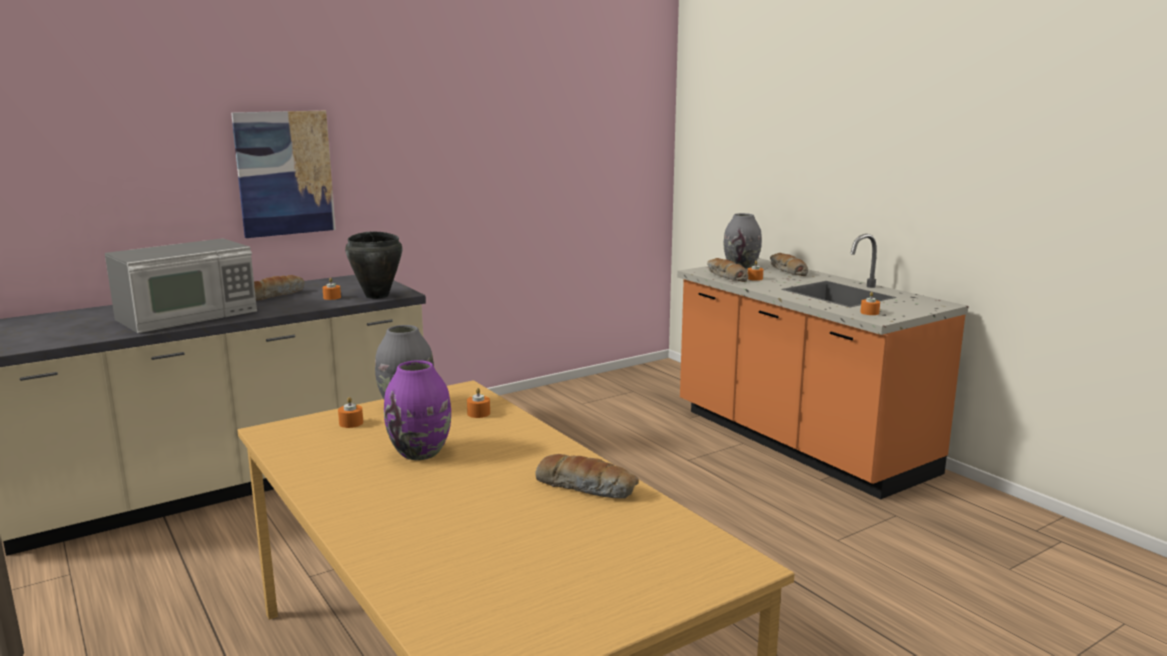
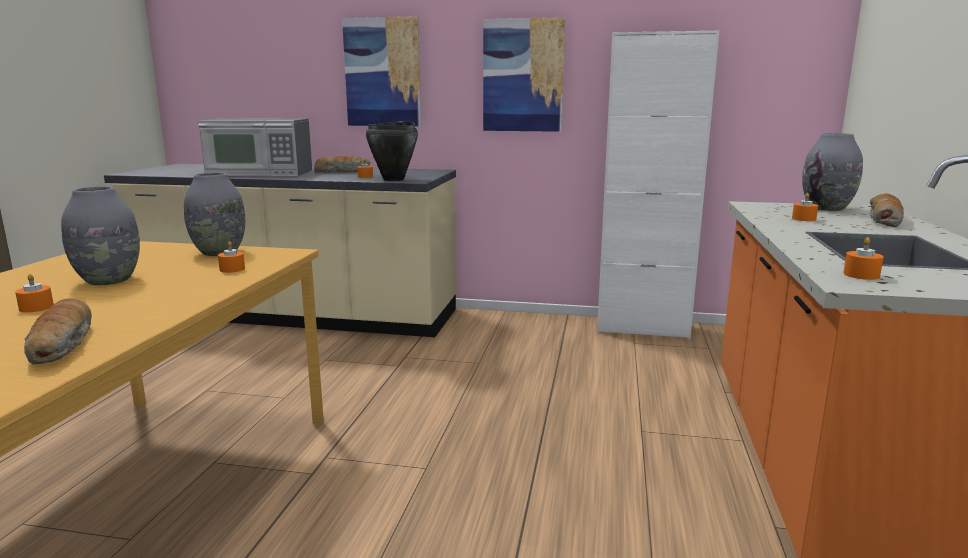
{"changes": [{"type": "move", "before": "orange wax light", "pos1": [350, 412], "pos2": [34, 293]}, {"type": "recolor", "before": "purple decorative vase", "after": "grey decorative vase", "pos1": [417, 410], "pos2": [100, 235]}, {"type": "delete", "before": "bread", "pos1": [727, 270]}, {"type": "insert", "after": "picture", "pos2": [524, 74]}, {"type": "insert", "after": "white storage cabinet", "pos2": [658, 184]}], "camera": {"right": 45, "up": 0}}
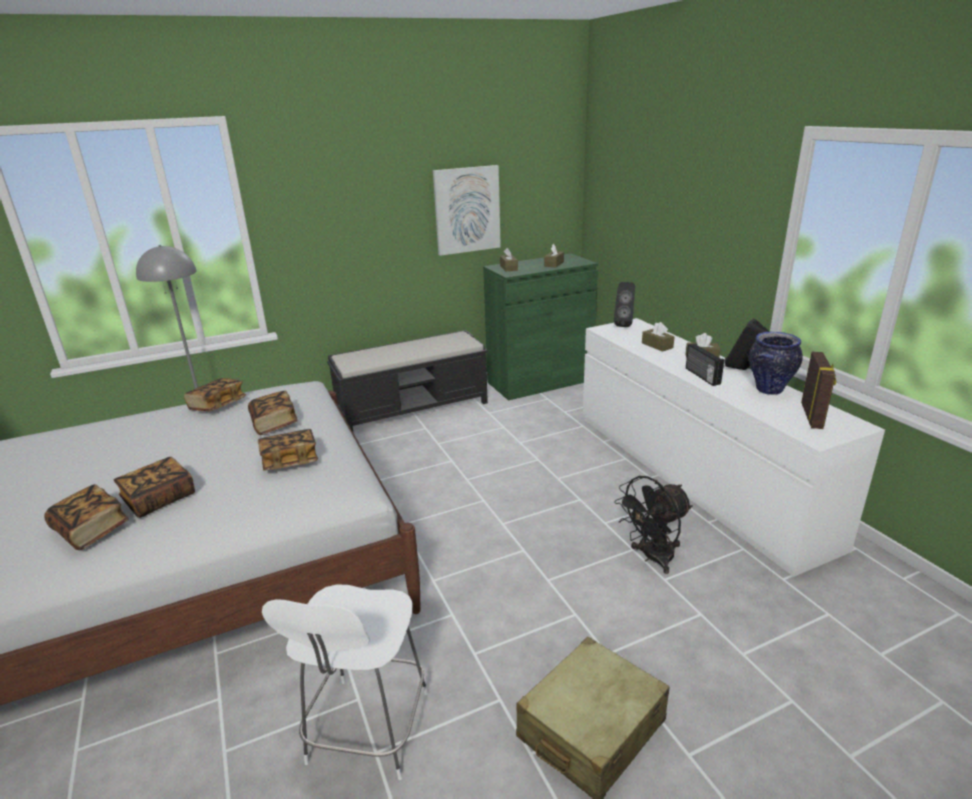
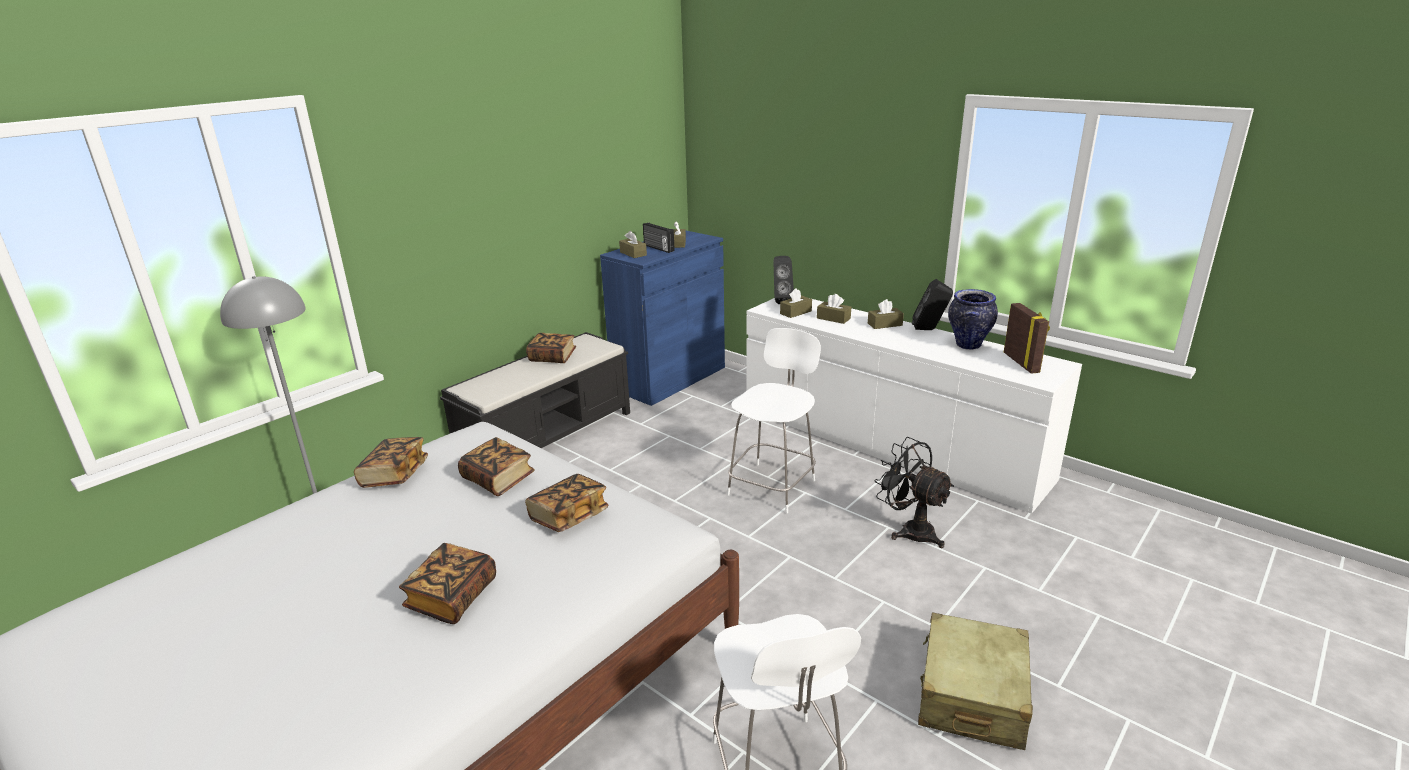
{"changes": [{"type": "move", "before": "bound book", "pos1": [86, 517], "pos2": [551, 348]}, {"type": "delete", "before": "picture", "pos1": [467, 210]}, {"type": "recolor", "before": "green storage cabinet", "after": "blue storage cabinet", "pos1": [540, 327], "pos2": [662, 318]}, {"type": "rotate", "before": "black fan", "pos1": [653, 525], "pos2": [914, 492], "turn": 105}, {"type": "move", "before": "radio receiver", "pos1": [705, 364], "pos2": [659, 237]}, {"type": "insert", "after": "white upright chair", "pos2": [774, 420]}, {"type": "insert", "after": "brown-coloured tissue box", "pos2": [796, 303]}], "camera": {"right": -25, "up": 0}}
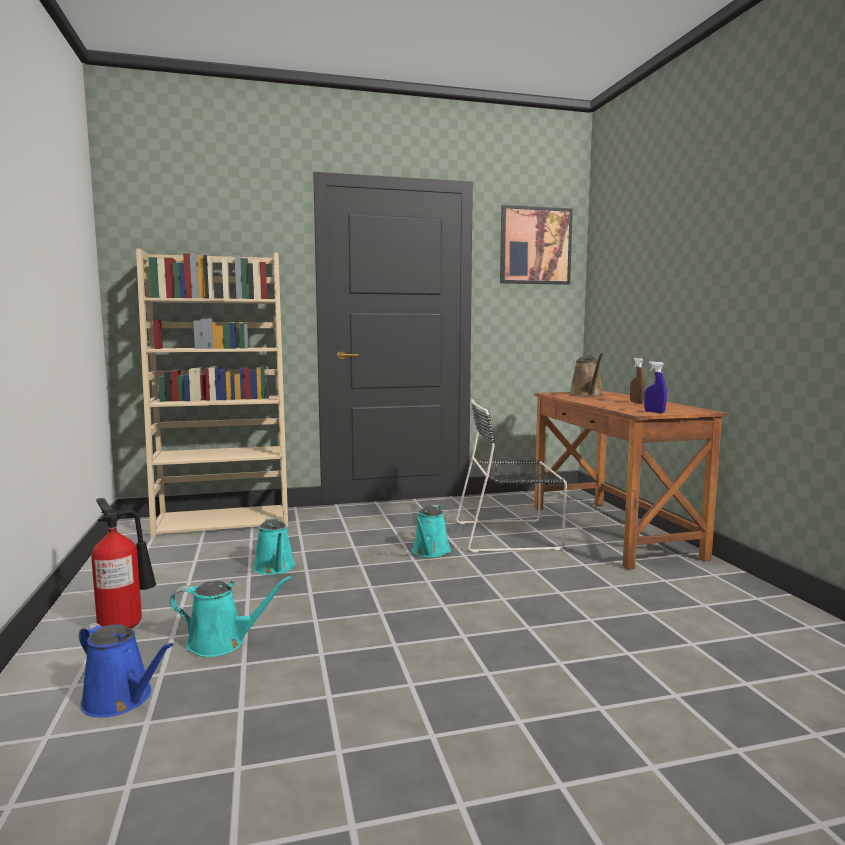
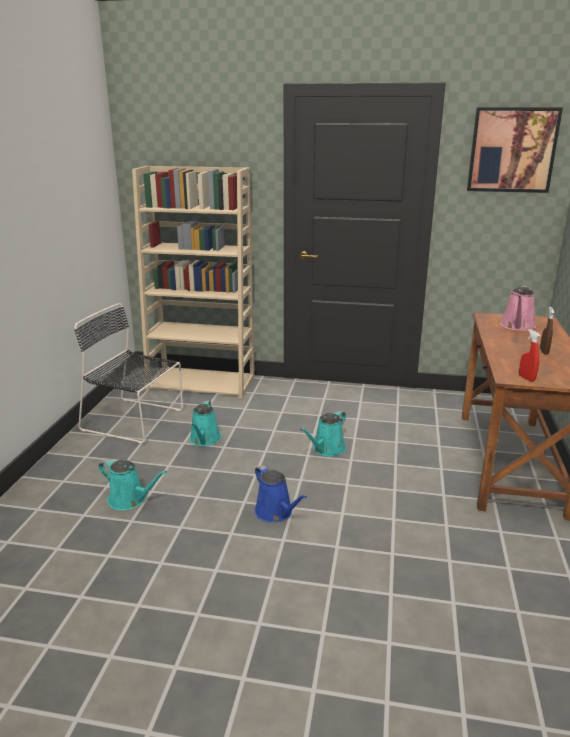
{"changes": [{"type": "move", "before": "blue watering pot", "pos1": [126, 670], "pos2": [281, 494]}, {"type": "delete", "before": "extinguisher", "pos1": [123, 563]}, {"type": "move", "before": "black upright chair", "pos1": [511, 475], "pos2": [128, 373]}, {"type": "recolor", "before": "brown-coloured watering pot", "after": "pinkish watering pot", "pos1": [586, 375], "pos2": [518, 308]}, {"type": "recolor", "before": "blue spray bottle", "after": "red spray bottle", "pos1": [655, 387], "pos2": [529, 355]}], "camera": {"right": 25, "up": 15}}
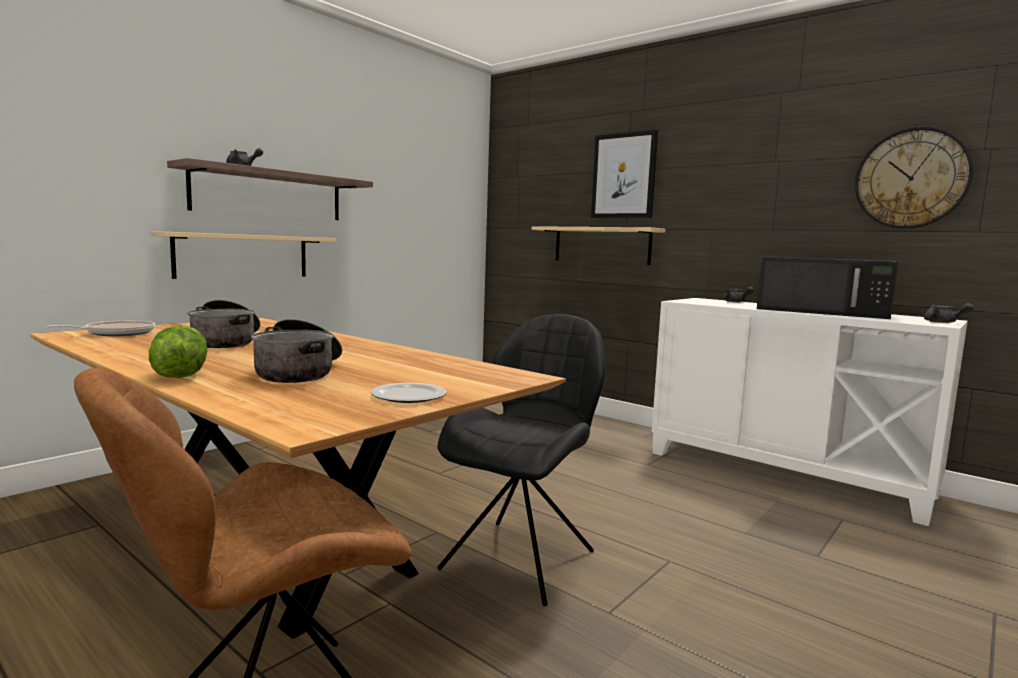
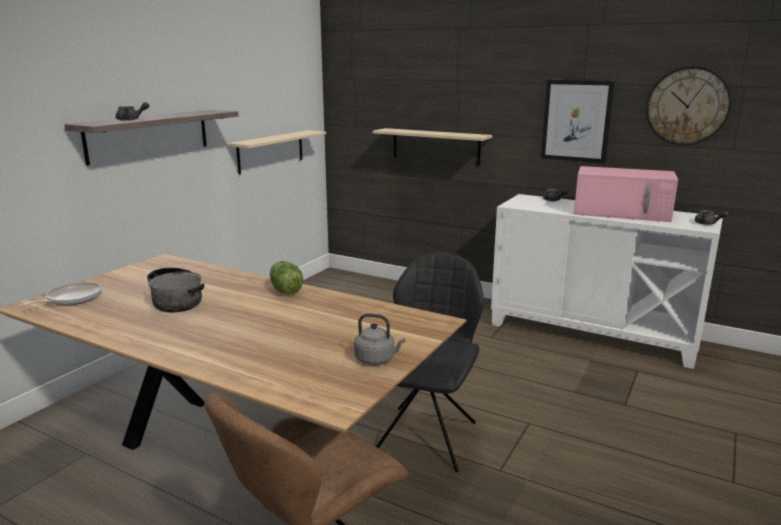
{"changes": [{"type": "move", "before": "lettuce", "pos1": [178, 352], "pos2": [286, 277]}, {"type": "move", "before": "beige-coloured shelf", "pos1": [243, 255], "pos2": [276, 152]}, {"type": "delete", "before": "cooking pot", "pos1": [296, 351]}, {"type": "replace", "before": "flat dish", "after": "grey tea kettle", "pos1": [408, 393], "pos2": [379, 339]}, {"type": "move", "before": "picture", "pos1": [624, 174], "pos2": [578, 122]}, {"type": "recolor", "before": "black kitchen microwave", "after": "pinkish kitchen microwave", "pos1": [827, 287], "pos2": [626, 194]}], "camera": {"right": -10, "up": 10}}
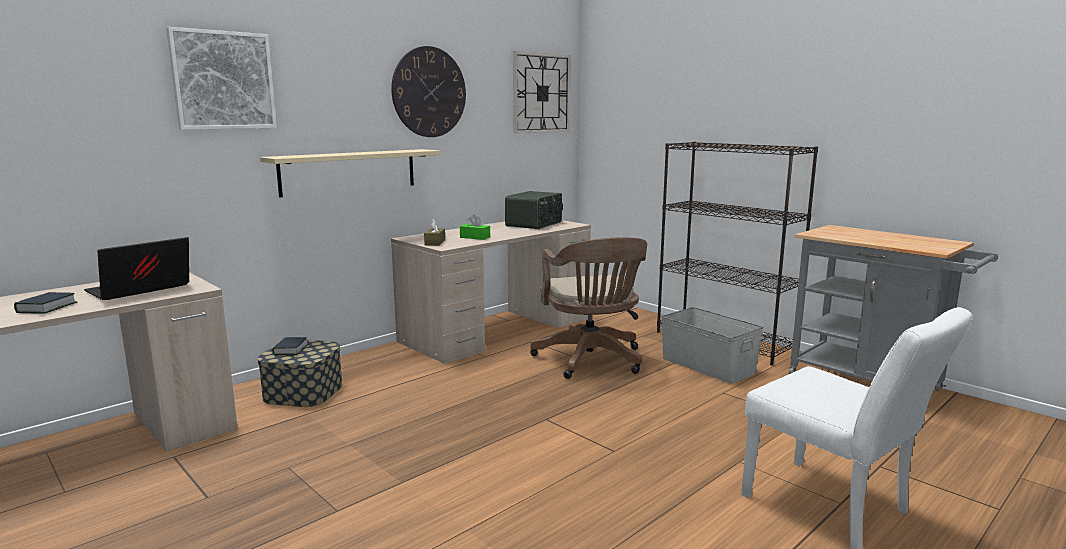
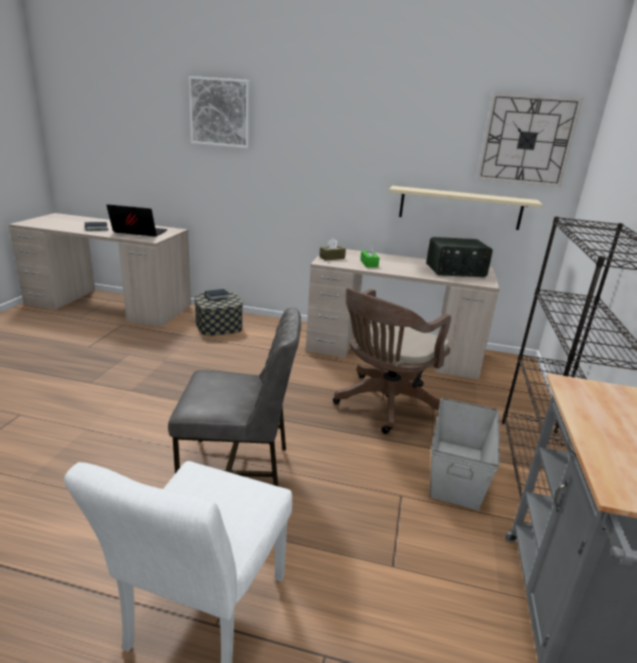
{"changes": [{"type": "move", "before": "beige-coloured shelf", "pos1": [350, 173], "pos2": [466, 208]}, {"type": "delete", "before": "hanging clock", "pos1": [428, 91]}, {"type": "insert", "after": "grey upright chair", "pos2": [234, 396]}], "camera": {"right": 55, "up": 10}}
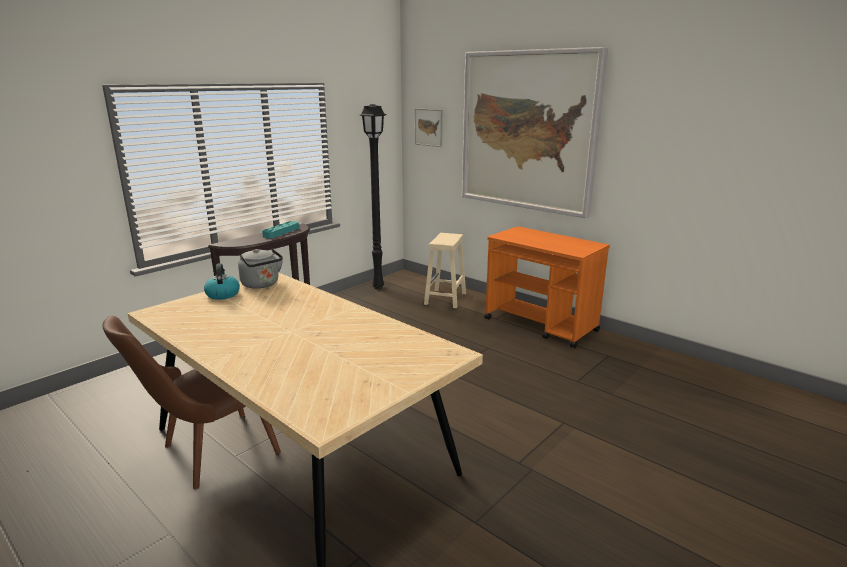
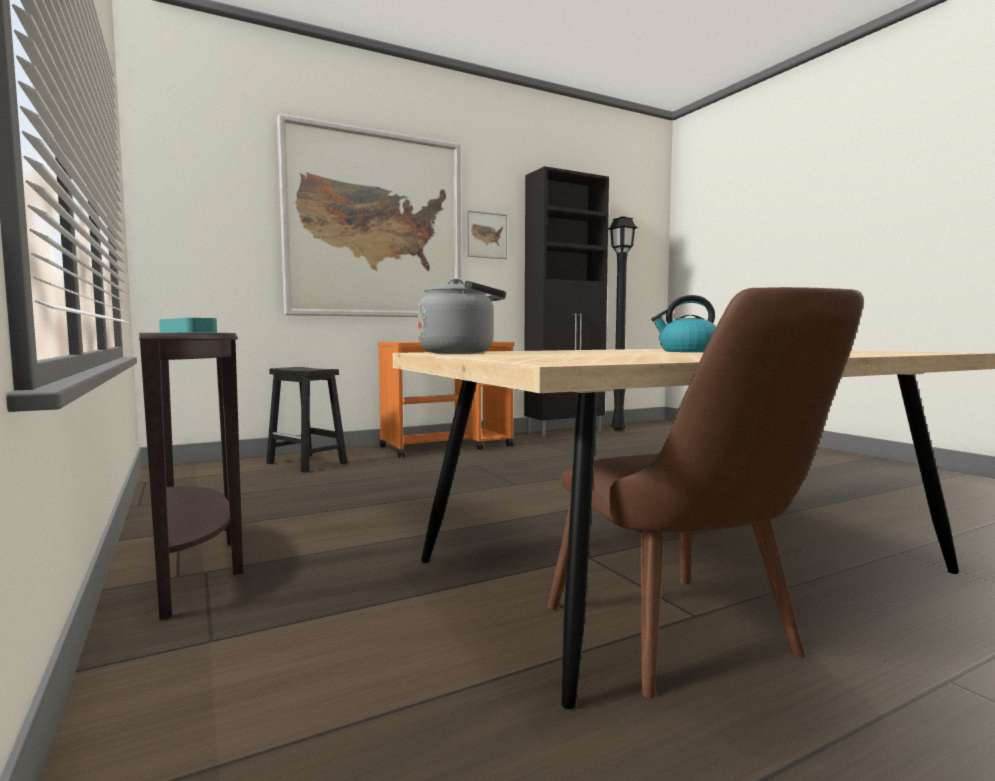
{"changes": [{"type": "move", "before": "tea kettle", "pos1": [222, 281], "pos2": [683, 323]}, {"type": "move", "before": "black standing lamp", "pos1": [373, 196], "pos2": [623, 323]}, {"type": "move", "before": "picture", "pos1": [429, 127], "pos2": [487, 234]}, {"type": "recolor", "before": "beige-coloured sitting stool", "after": "black sitting stool", "pos1": [445, 270], "pos2": [306, 420]}, {"type": "insert", "after": "black storage cabinet", "pos2": [566, 302]}], "camera": {"right": -70, "up": -15}}
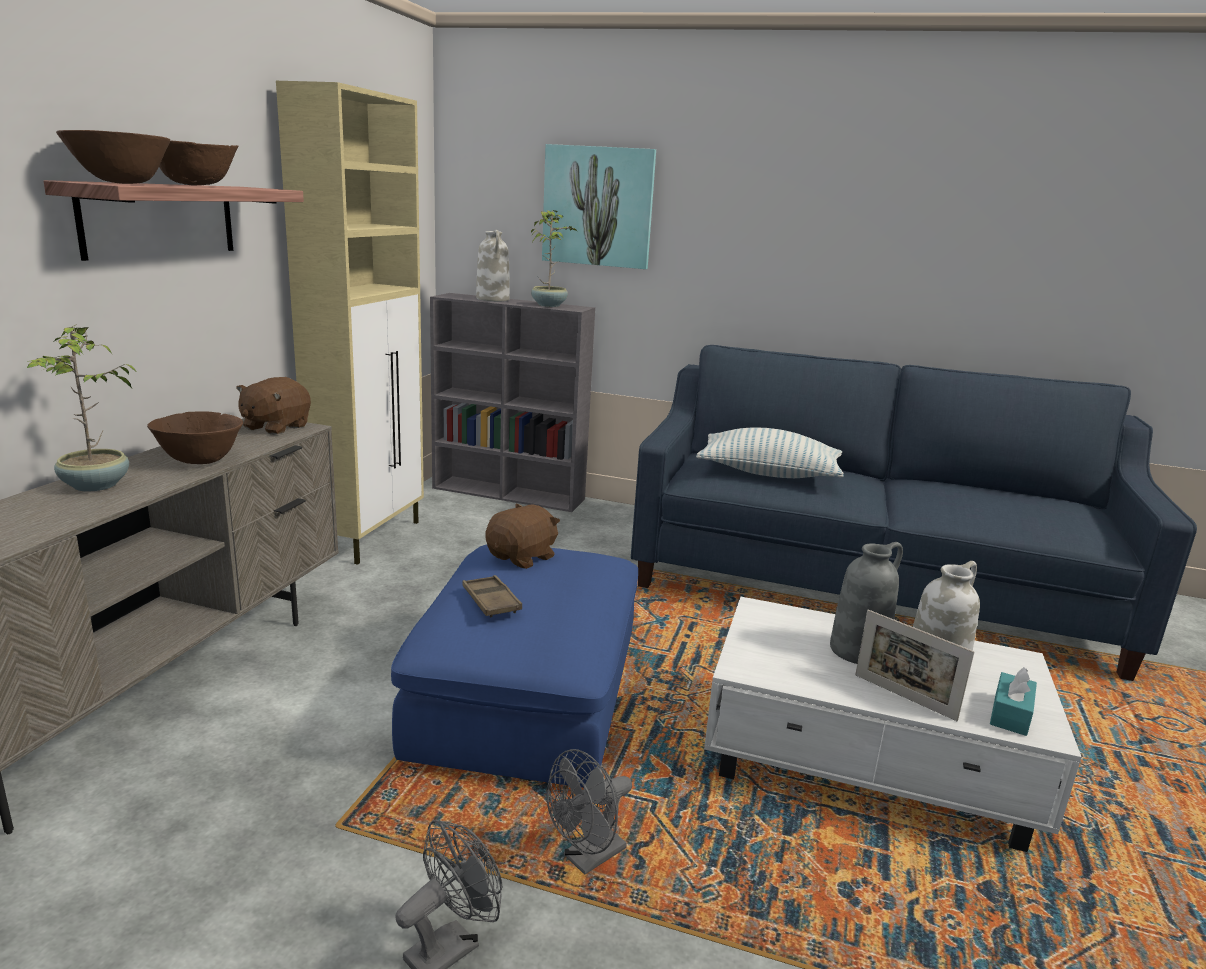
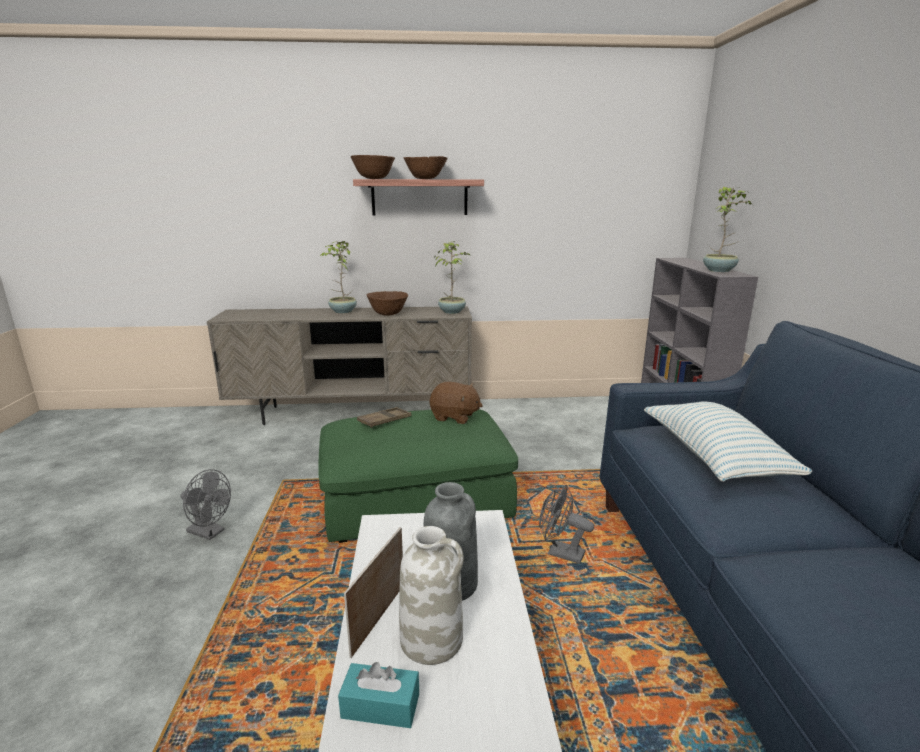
{"changes": [{"type": "replace", "before": "brown-coloured soft toy", "after": "plant in a pot", "pos1": [273, 406], "pos2": [452, 277]}, {"type": "delete", "before": "beige-coloured storage cabinet", "pos1": [350, 323]}, {"type": "recolor", "before": "blue pouffe", "after": "green pouffe", "pos1": [514, 666], "pos2": [418, 476]}, {"type": "delete", "before": "white decorative vase", "pos1": [493, 266]}, {"type": "delete", "before": "picture", "pos1": [599, 206]}, {"type": "move", "before": "grey fan", "pos1": [589, 812], "pos2": [566, 524]}], "camera": {"right": 70, "up": 0}}
